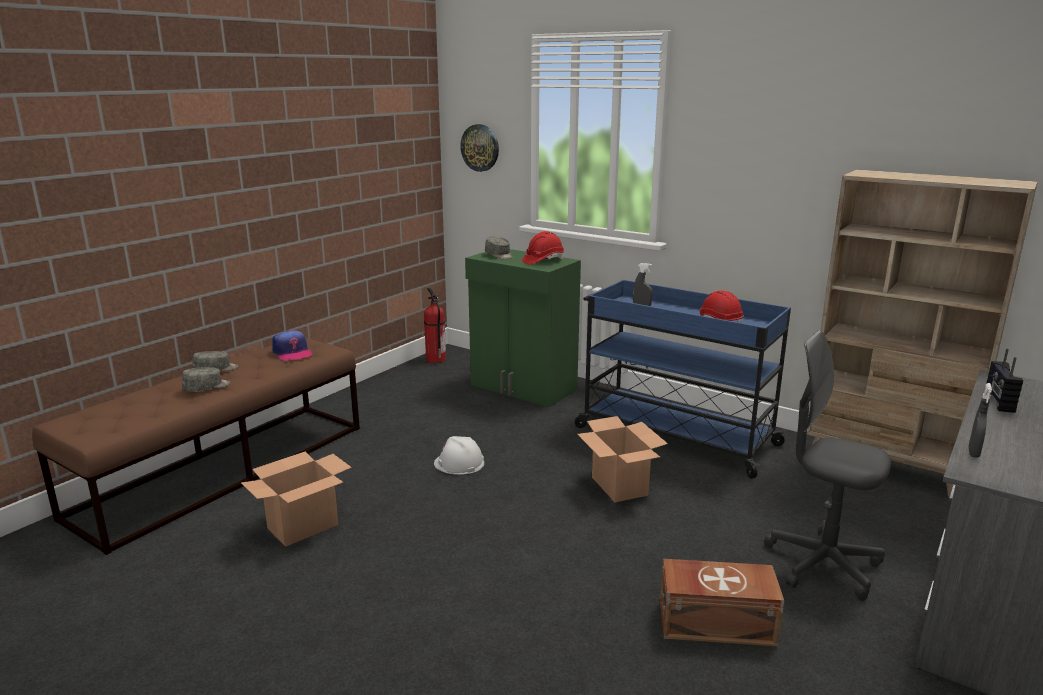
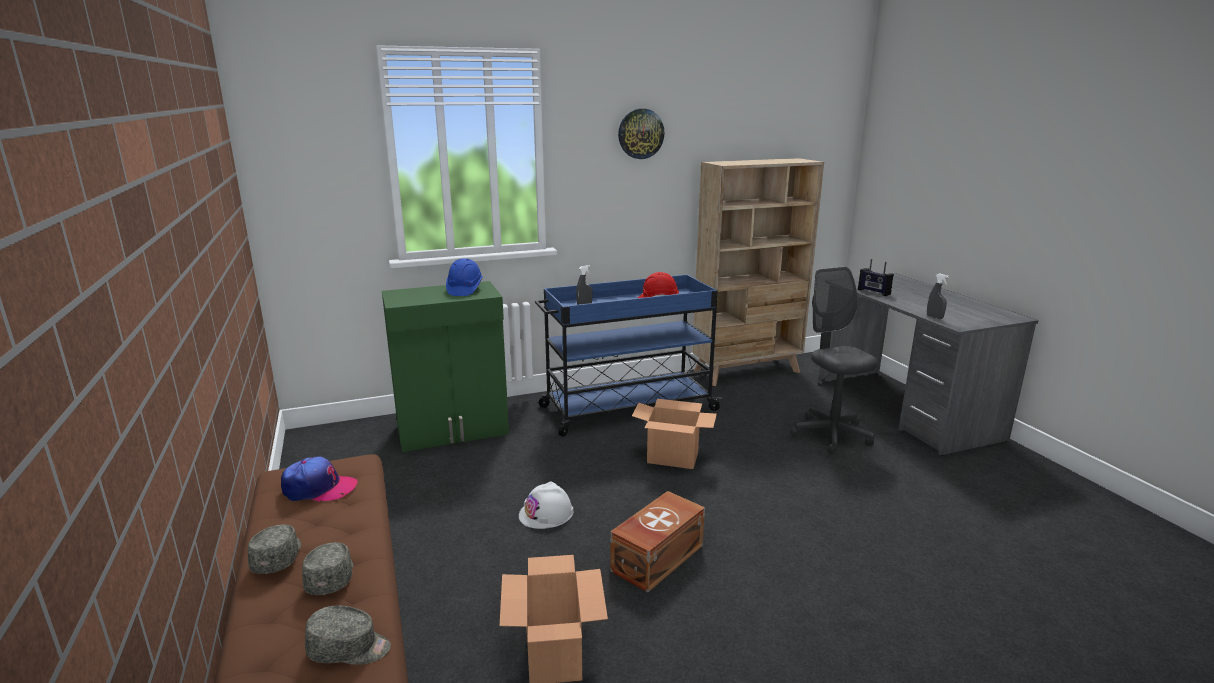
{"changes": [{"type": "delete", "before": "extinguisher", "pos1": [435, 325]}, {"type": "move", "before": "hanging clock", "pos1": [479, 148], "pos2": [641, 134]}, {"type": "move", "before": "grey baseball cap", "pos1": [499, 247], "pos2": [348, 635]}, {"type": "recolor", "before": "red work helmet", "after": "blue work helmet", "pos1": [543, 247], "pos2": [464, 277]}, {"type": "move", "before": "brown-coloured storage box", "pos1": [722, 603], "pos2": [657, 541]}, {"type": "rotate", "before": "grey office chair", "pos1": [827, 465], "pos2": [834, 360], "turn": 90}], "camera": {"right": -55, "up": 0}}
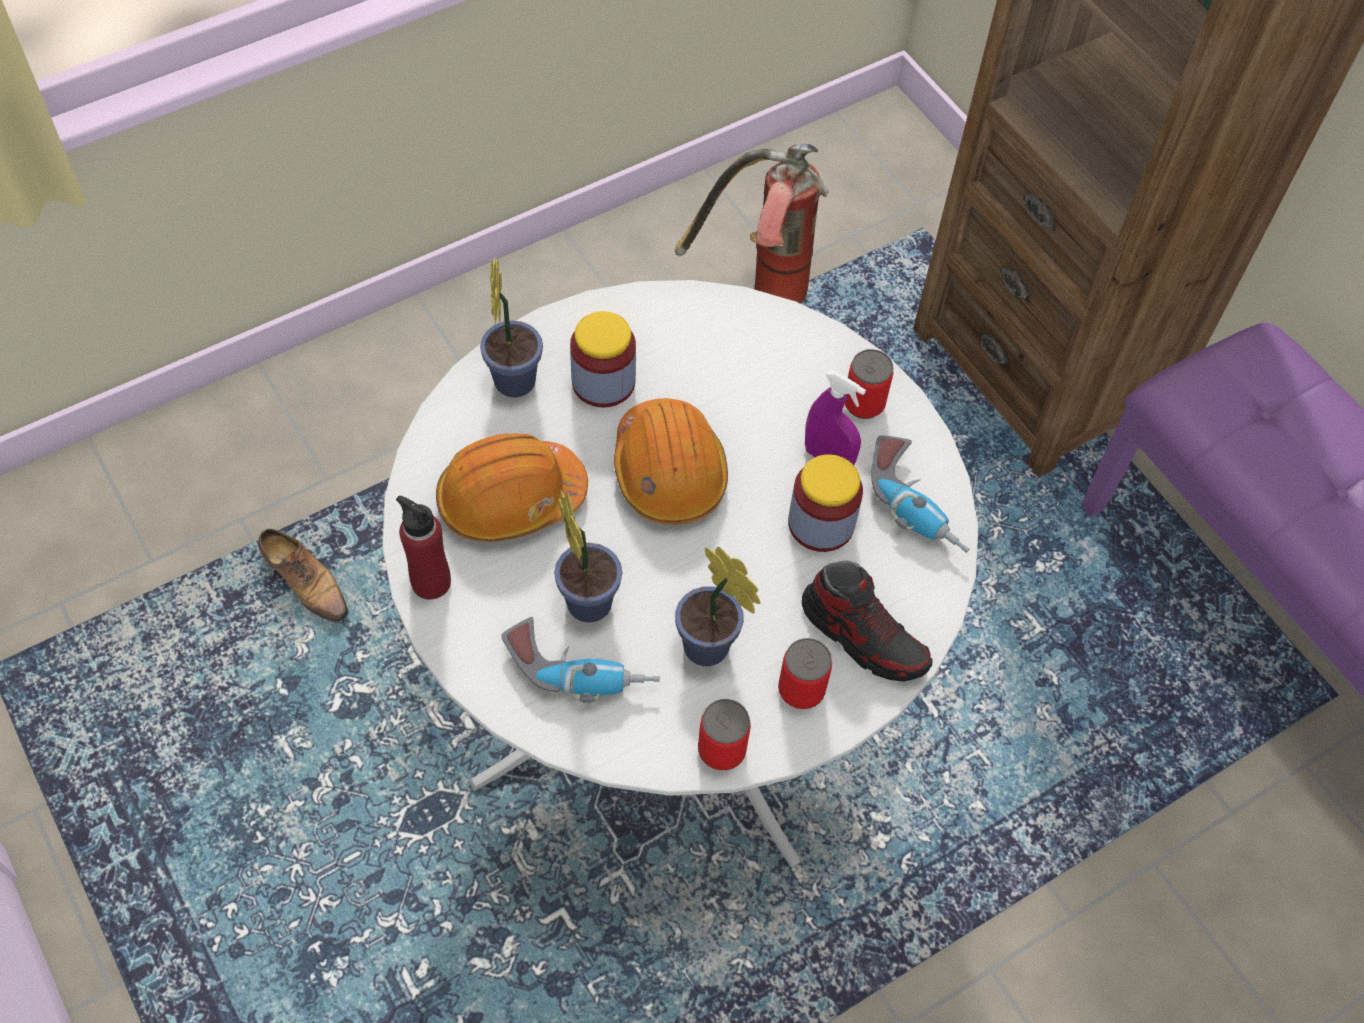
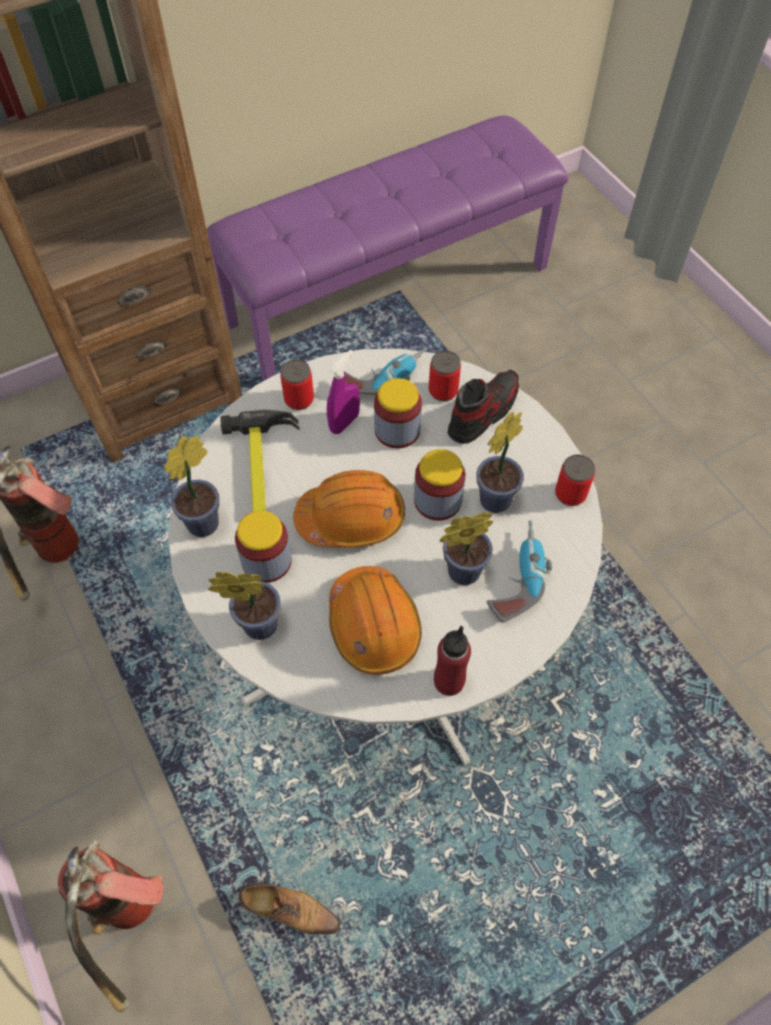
{"changes": [{"type": "rotate", "before": "shoe", "pos1": [303, 576], "pos2": [289, 908], "turn": 60}, {"type": "move", "before": "can", "pos1": [805, 673], "pos2": [445, 376]}, {"type": "insert", "after": "extinguisher", "pos2": [111, 926]}, {"type": "insert", "after": "plant in a pot", "pos2": [191, 486]}, {"type": "insert", "after": "tool hammer", "pos2": [259, 461]}, {"type": "insert", "after": "jar", "pos2": [440, 485]}], "camera": {"right": -85, "up": 0}}
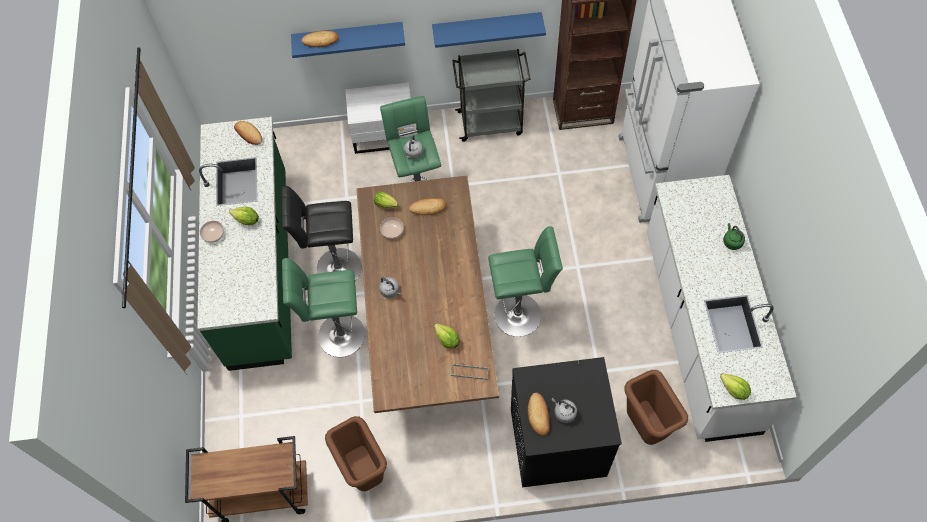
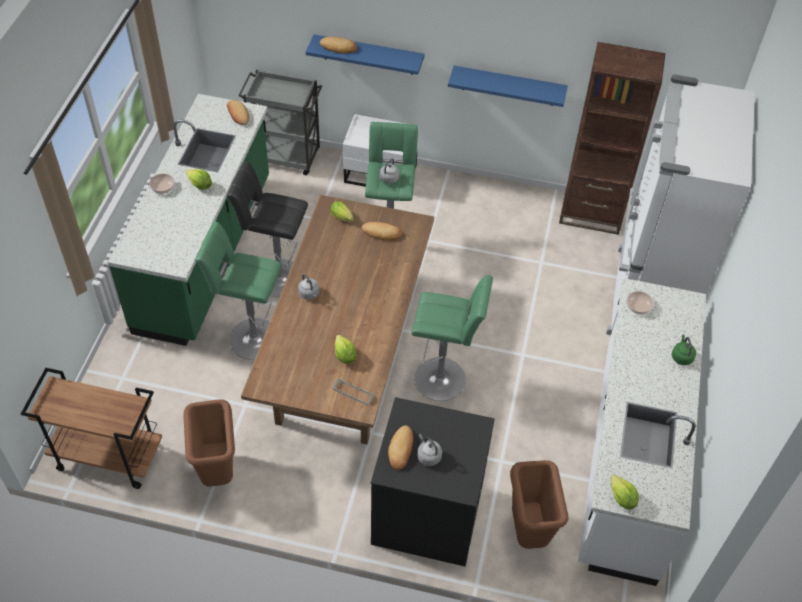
{"changes": [{"type": "move", "before": "serving bowl", "pos1": [391, 228], "pos2": [640, 302]}, {"type": "move", "before": "grey wheeled cart", "pos1": [491, 95], "pos2": [280, 122]}], "camera": {"right": 15, "up": -10}}
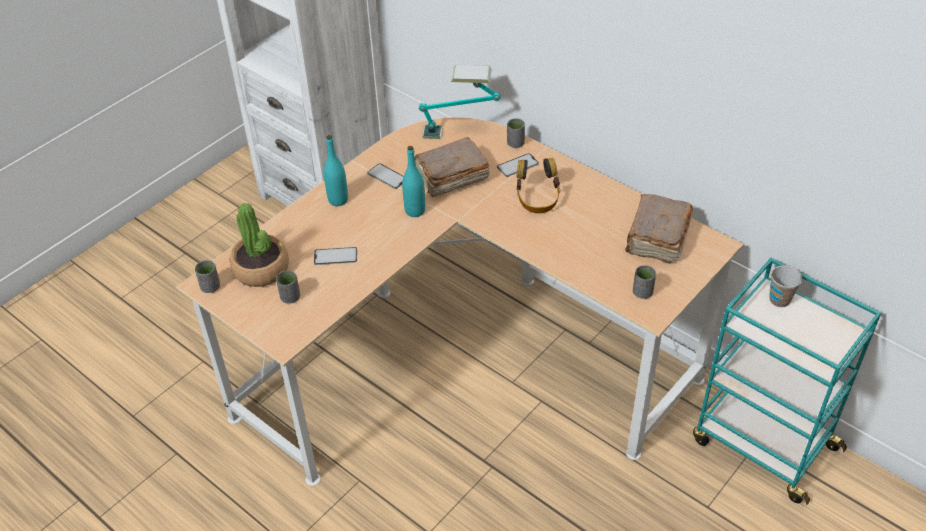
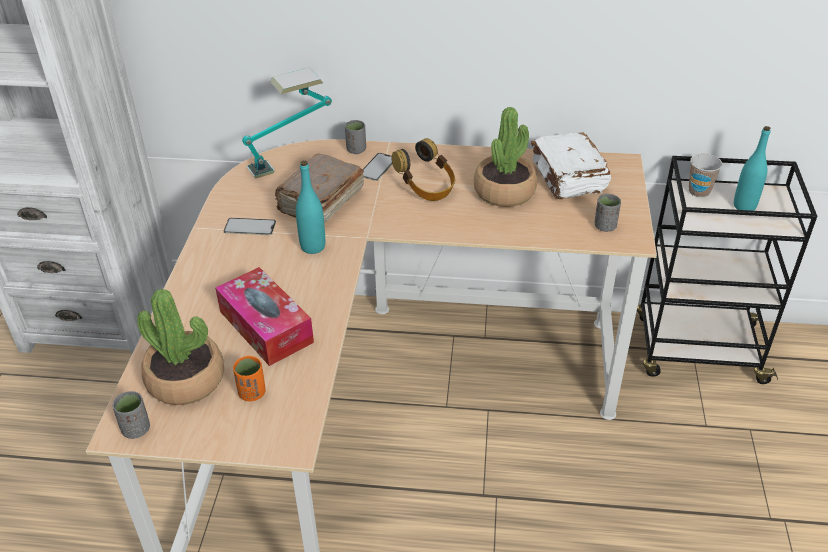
{"changes": [{"type": "recolor", "before": "grey drinking cup", "after": "orange drinking cup", "pos1": [288, 287], "pos2": [249, 378]}, {"type": "replace", "before": "telephone", "after": "tissue box", "pos1": [335, 256], "pos2": [264, 316]}, {"type": "move", "before": "turquoise-coloured beverage bottle", "pos1": [336, 170], "pos2": [752, 168]}, {"type": "recolor", "before": "brown-coloured bound book", "after": "white bound book", "pos1": [659, 229], "pos2": [571, 165]}, {"type": "recolor", "before": "turquoise-coloured wheeled cart", "after": "black wheeled cart", "pos1": [787, 381], "pos2": [727, 270]}, {"type": "insert", "after": "plant in a pot", "pos2": [505, 157]}], "camera": {"right": -35, "up": -5}}
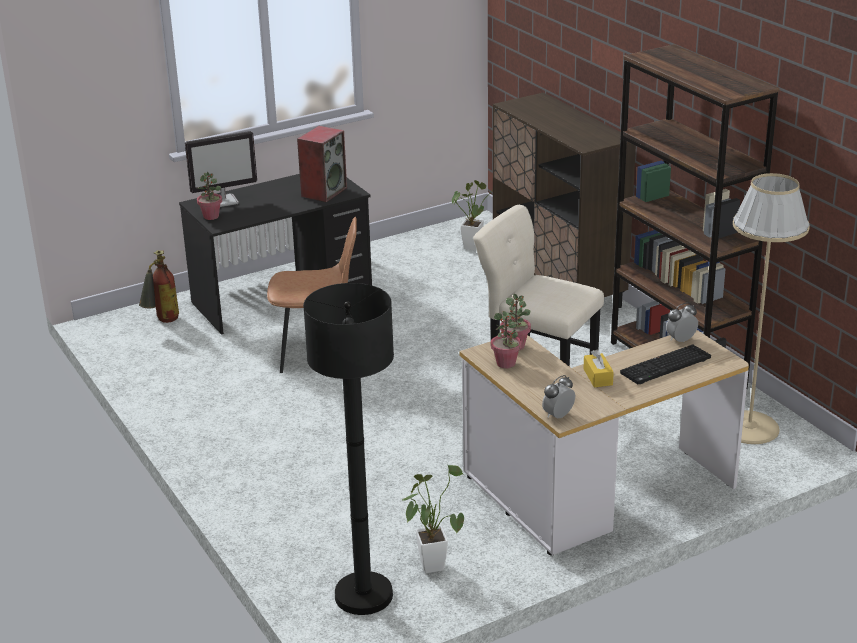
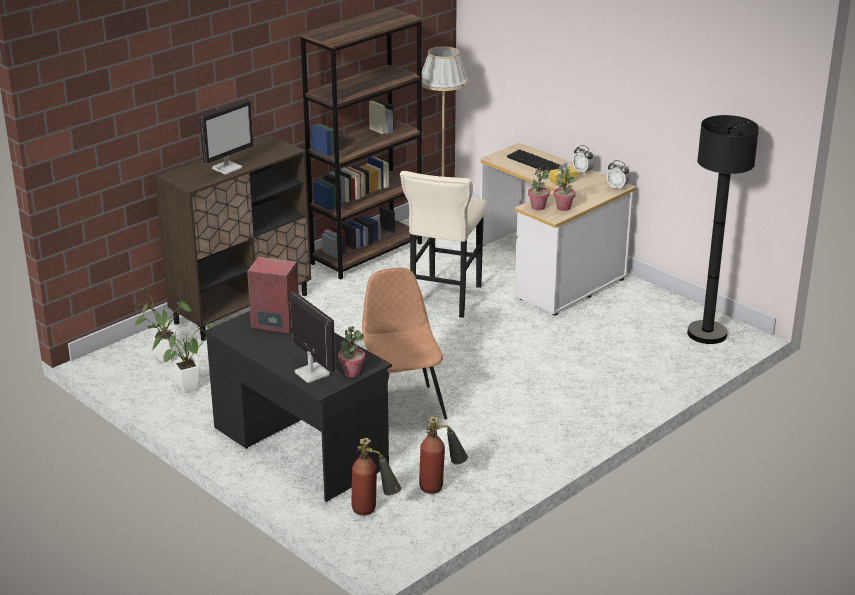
{"changes": [{"type": "move", "before": "plant in a pot", "pos1": [433, 518], "pos2": [180, 358]}, {"type": "move", "before": "bedside clock", "pos1": [682, 322], "pos2": [583, 159]}, {"type": "insert", "after": "computer screen", "pos2": [227, 136]}, {"type": "insert", "after": "extinguisher", "pos2": [443, 455]}], "camera": {"right": -105, "up": 0}}
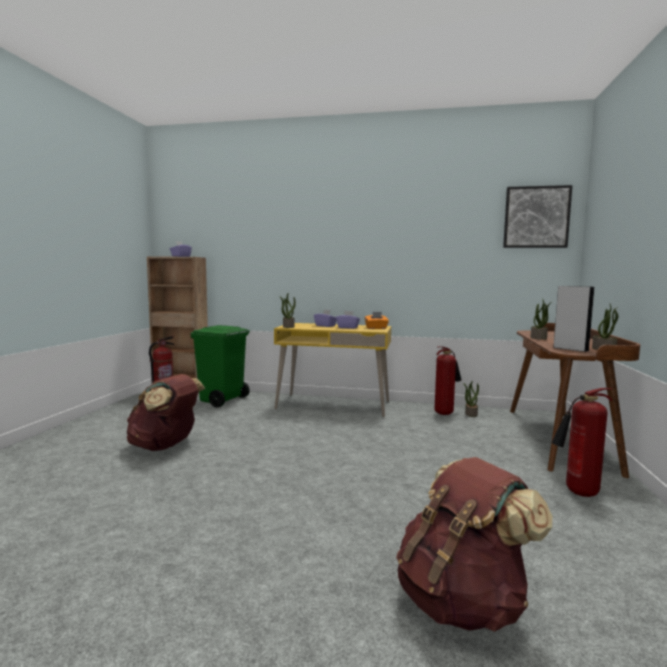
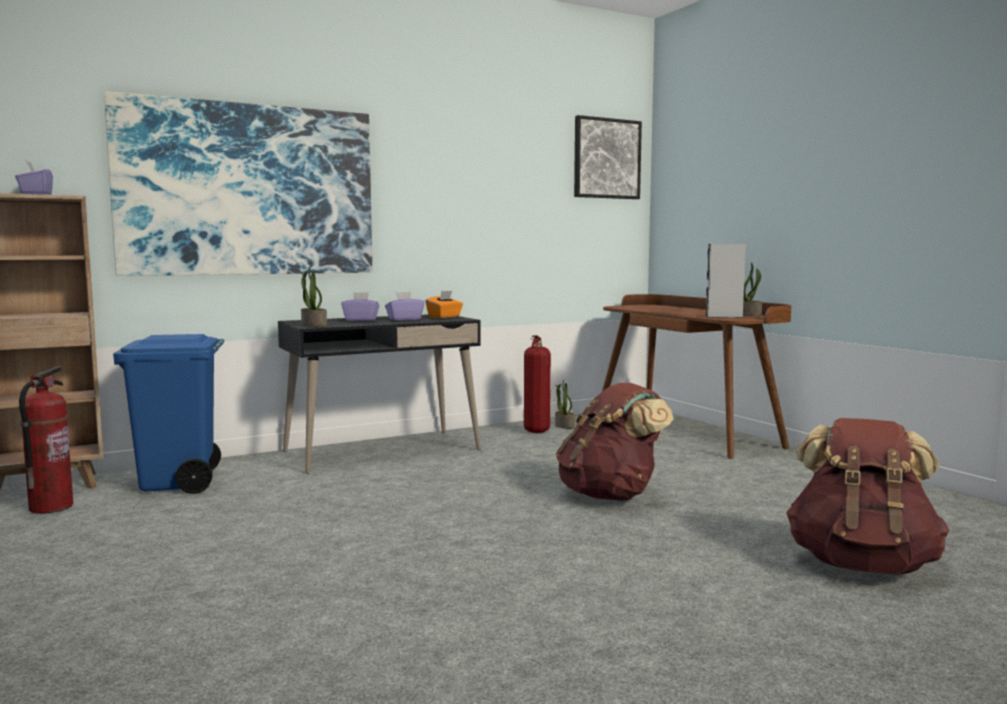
{"changes": [{"type": "move", "before": "brown-coloured knapsack", "pos1": [166, 412], "pos2": [614, 442]}, {"type": "recolor", "before": "green trash can", "after": "blue trash can", "pos1": [220, 366], "pos2": [168, 414]}, {"type": "recolor", "before": "yellow-coloured desk unit", "after": "black desk unit", "pos1": [332, 370], "pos2": [379, 394]}, {"type": "delete", "before": "plant in a pot", "pos1": [541, 319]}, {"type": "delete", "before": "extinguisher", "pos1": [582, 442]}, {"type": "insert", "after": "picture", "pos2": [238, 183]}], "camera": {"right": -40, "up": 0}}
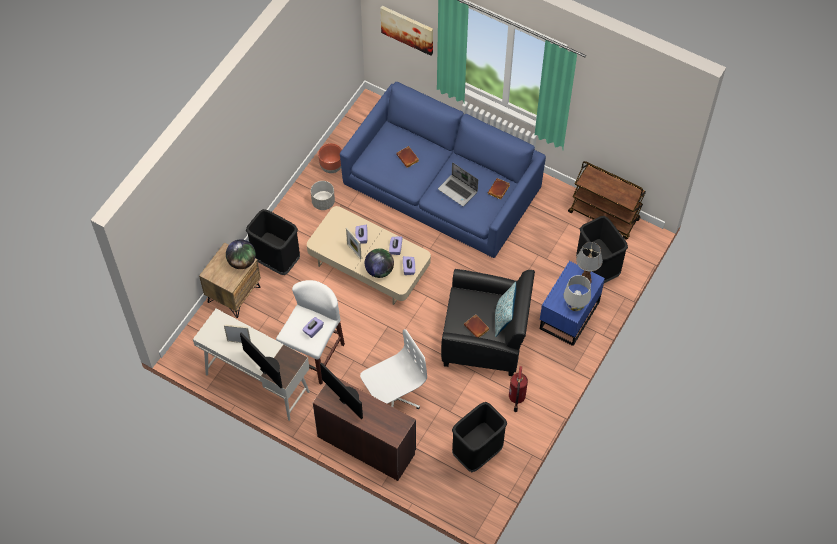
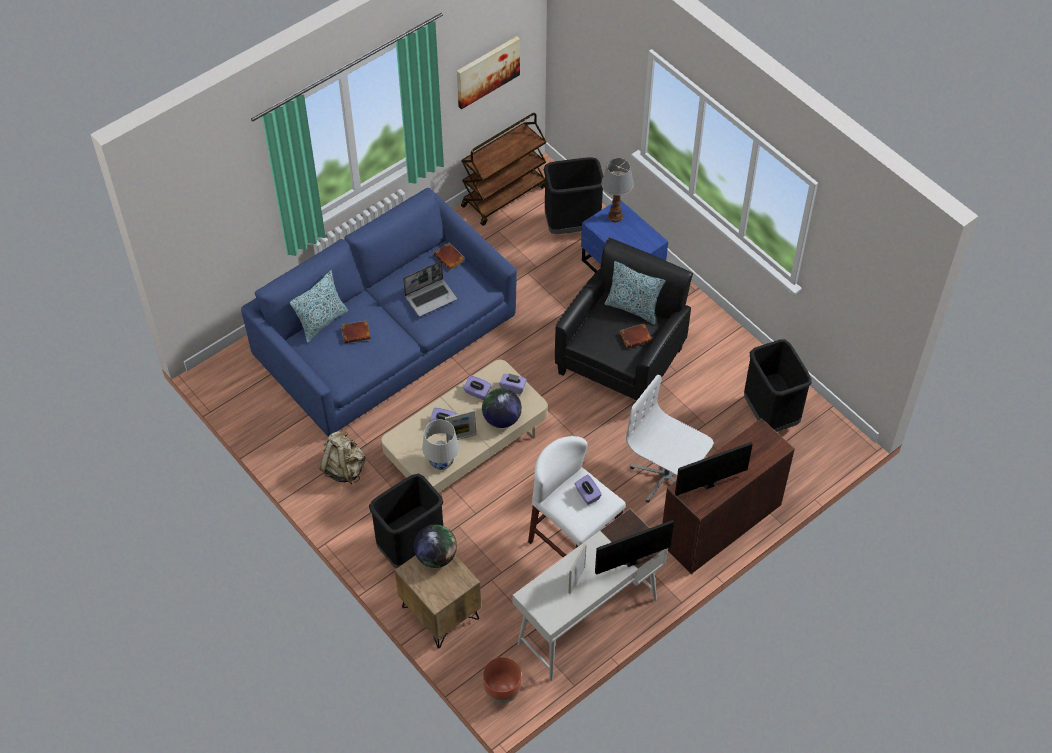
{"changes": [{"type": "replace", "before": "grey plant pot", "after": "beige-coloured knapsack", "pos1": [323, 195], "pos2": [342, 458]}, {"type": "move", "before": "brown-coloured plant pot", "pos1": [330, 158], "pos2": [502, 680]}, {"type": "rotate", "before": "white office chair", "pos1": [393, 369], "pos2": [669, 439], "turn": -45}, {"type": "move", "before": "picture", "pos1": [406, 31], "pos2": [488, 72]}, {"type": "delete", "before": "extinguisher", "pos1": [518, 389]}, {"type": "move", "before": "white table lamp", "pos1": [577, 293], "pos2": [440, 444]}, {"type": "insert", "after": "cushion", "pos2": [319, 306]}], "camera": {"right": -70, "up": -5}}
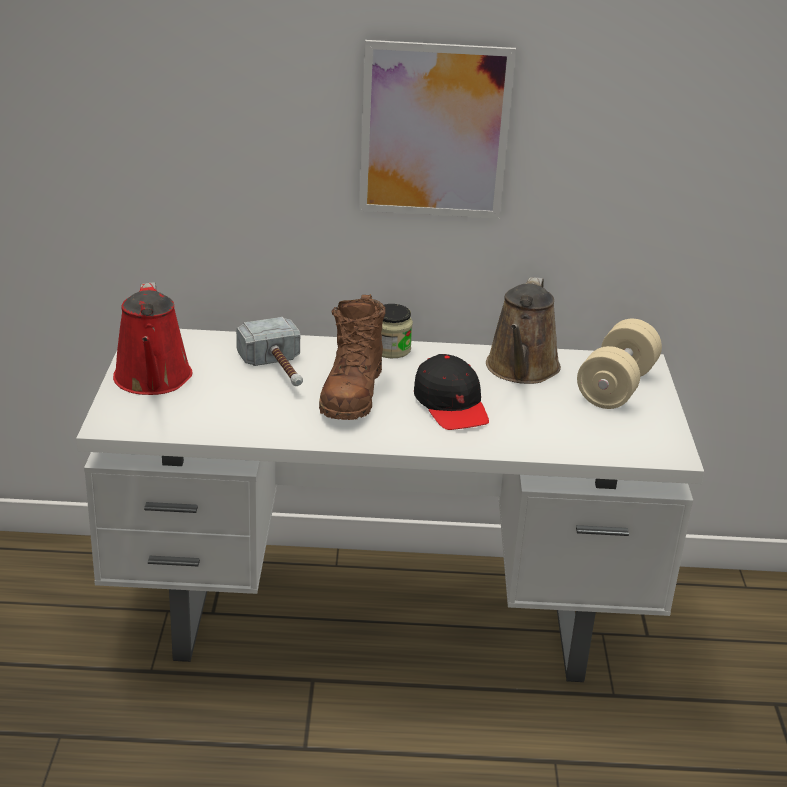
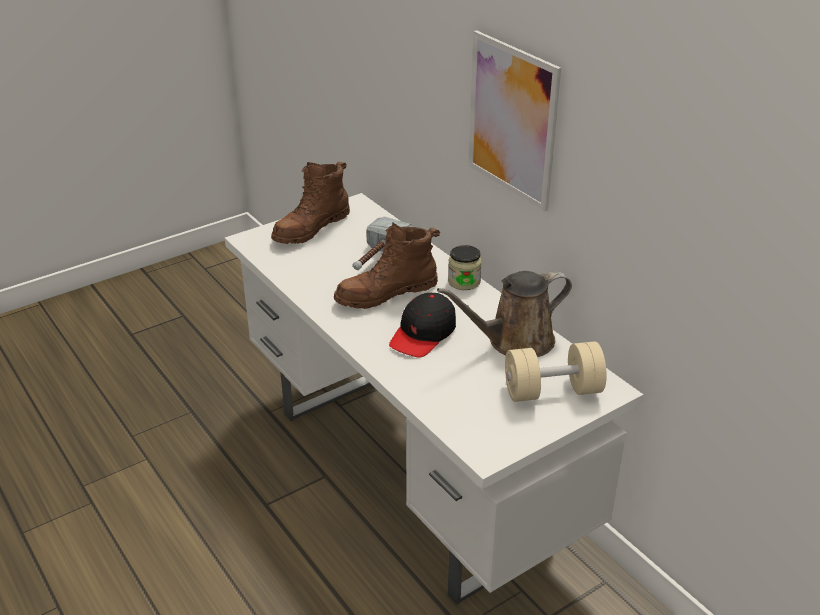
{"changes": [{"type": "replace", "before": "red watering pot", "after": "brown-coloured boot", "pos1": [152, 338], "pos2": [310, 203]}], "camera": {"right": 55, "up": 5}}
